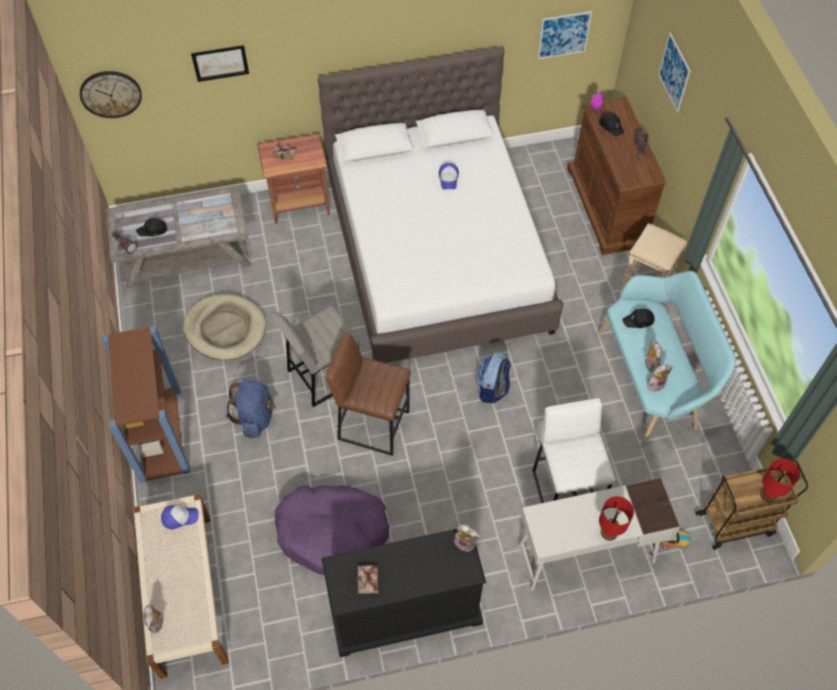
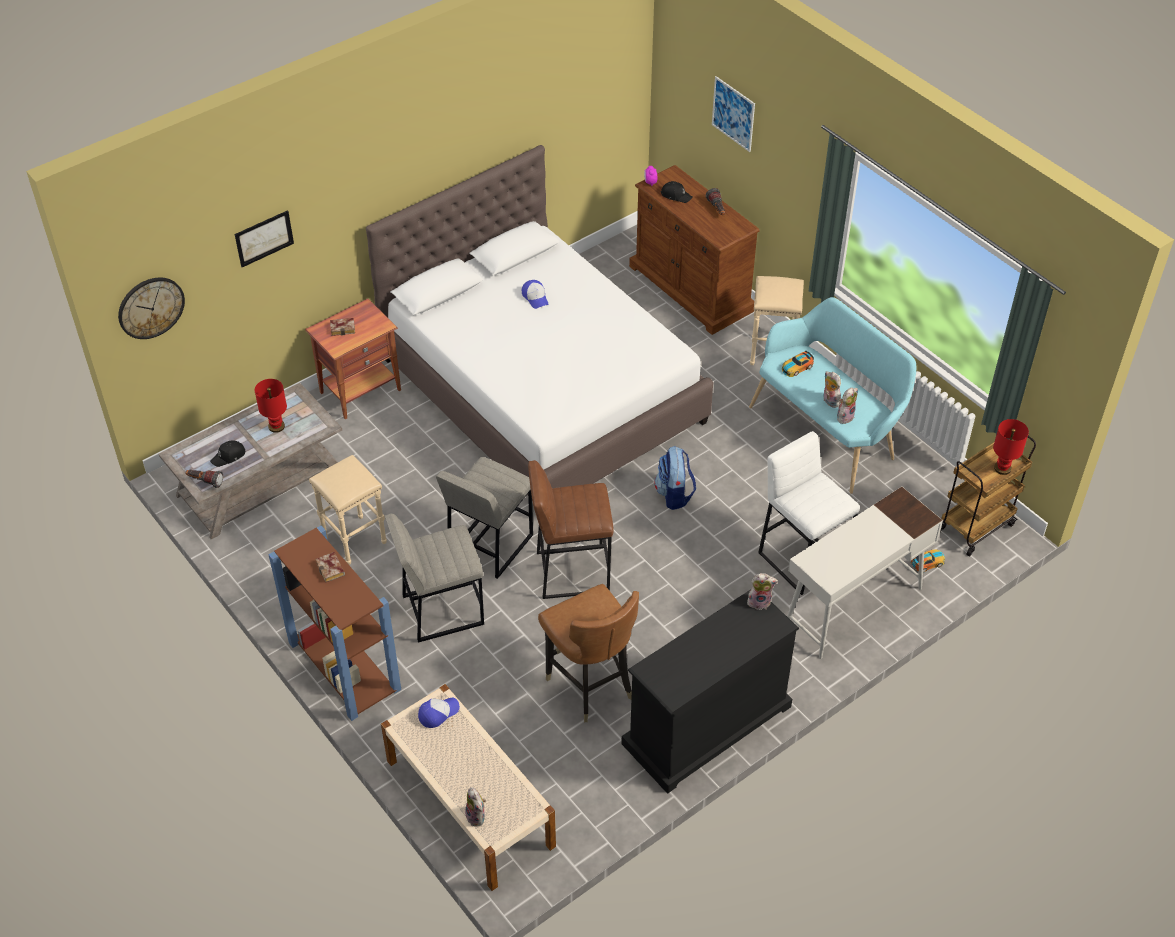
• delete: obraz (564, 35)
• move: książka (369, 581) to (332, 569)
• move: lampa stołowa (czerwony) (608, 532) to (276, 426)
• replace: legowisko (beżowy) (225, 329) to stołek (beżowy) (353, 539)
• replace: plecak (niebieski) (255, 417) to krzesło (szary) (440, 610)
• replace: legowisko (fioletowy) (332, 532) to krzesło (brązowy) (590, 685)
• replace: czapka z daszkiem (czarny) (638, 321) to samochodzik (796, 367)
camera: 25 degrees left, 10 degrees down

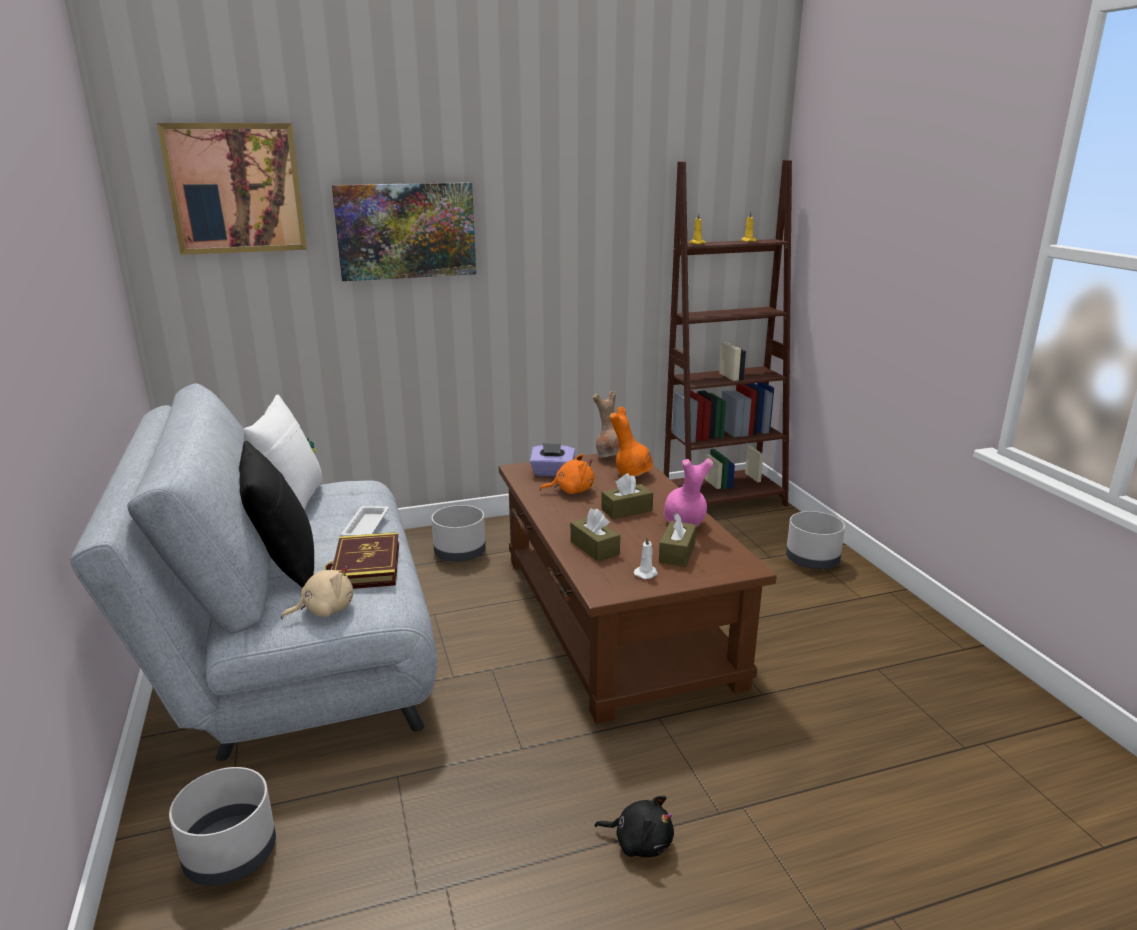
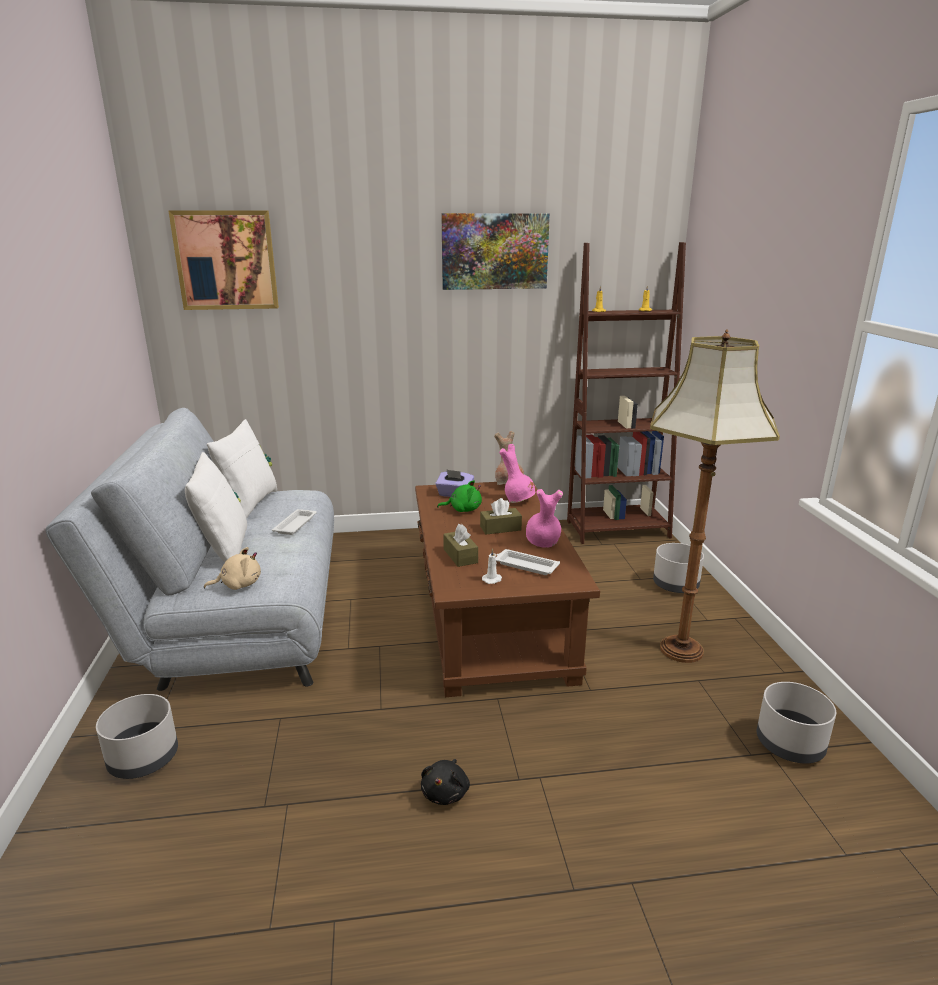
• delete: książka (367, 566)
• insert: lampa stojąca (680, 648)
• move: obraz (406, 231) to (494, 251)
• move: donica (szary) (460, 553) to (790, 744)
• replace: pudełko chusteczek (brązowy) (677, 553) to taca (biały) (525, 565)
• recolor: poduszka (czarny) (285, 566) to poduszka (biały) (224, 550)
• recolor: pluszak (pomarańczowy) (571, 491) to pluszak (zielony) (463, 509)
• recolor: wazon (pomarańczowy) (632, 474) to wazon (różowy) (518, 500)
• rotate: pluszak (czarny) (639, 842) = (446, 792) 75 degrees clockwise
camera: 10 degrees right, 0 degrees up

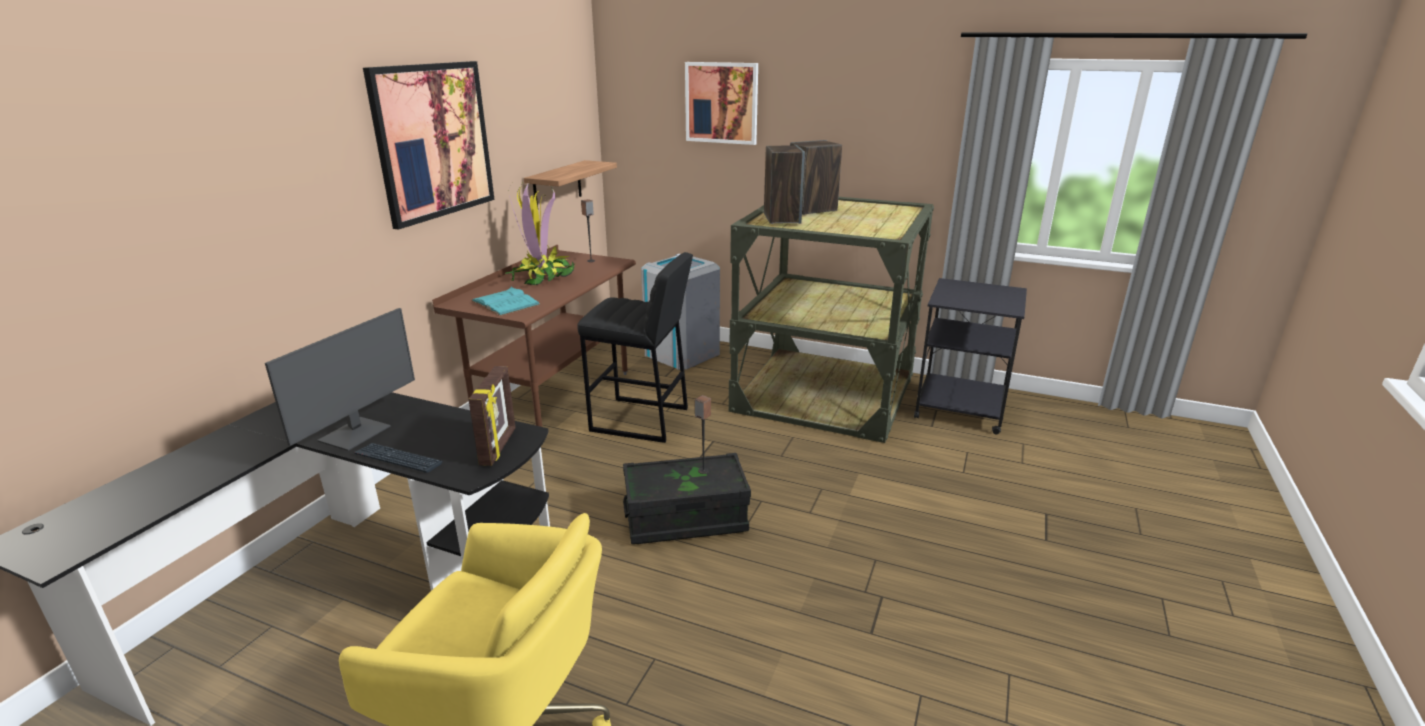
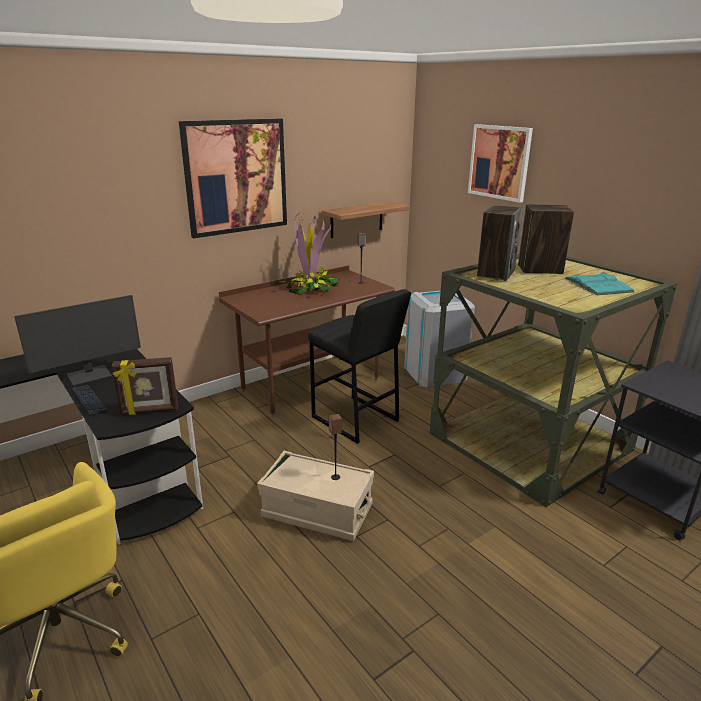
• move: książka (turkusowy) (505, 302) to (598, 285)
• recolor: pojemnik do przechowywania (czarny) (686, 519) to pojemnik do przechowywania (beżowy) (317, 512)
• rotate: ramka na zdjęcie (499, 447) = (149, 411) 45 degrees clockwise
camera: 30 degrees right, 0 degrees up

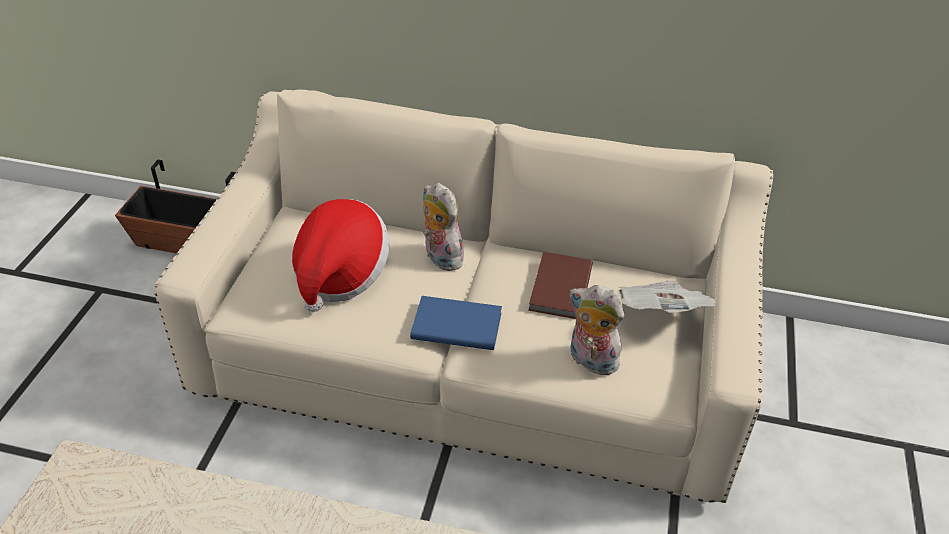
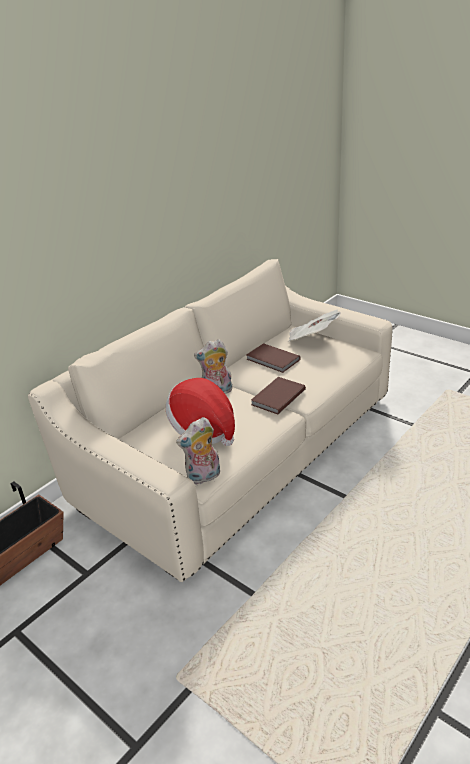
• move: pluszak (590, 361) to (203, 477)
• recolor: książka (niebieski) (456, 324) to książka (brązowy) (277, 397)
camera: 60 degrees left, 10 degrees down

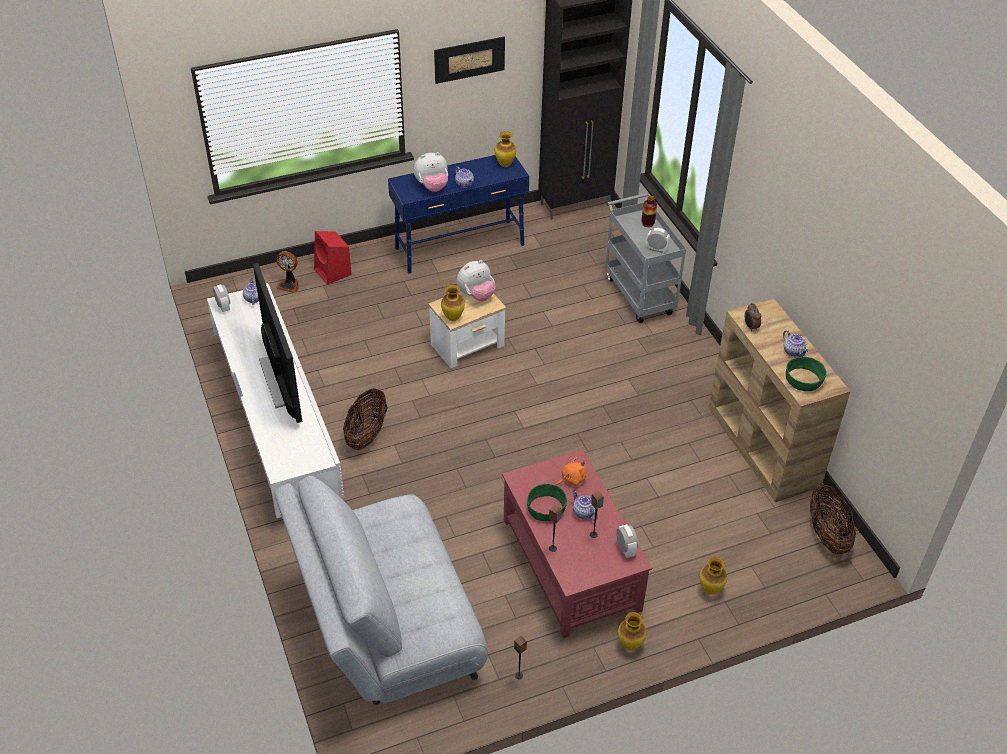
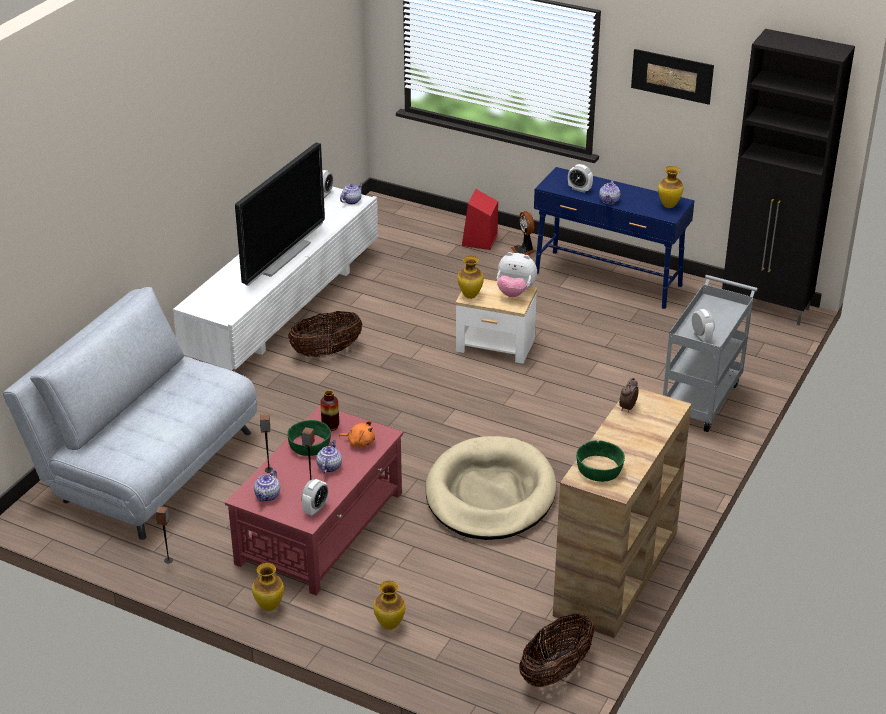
• insert: legowisko (beżowy) (490, 494)
• move: wentylator (289, 285) to (524, 251)
• move: wazon (647, 223) to (330, 426)
• move: imbryk (793, 351) to (267, 496)
• replace: pluszak (432, 187) to budzik (579, 189)
camera: 50 degrees right, 10 degrees down

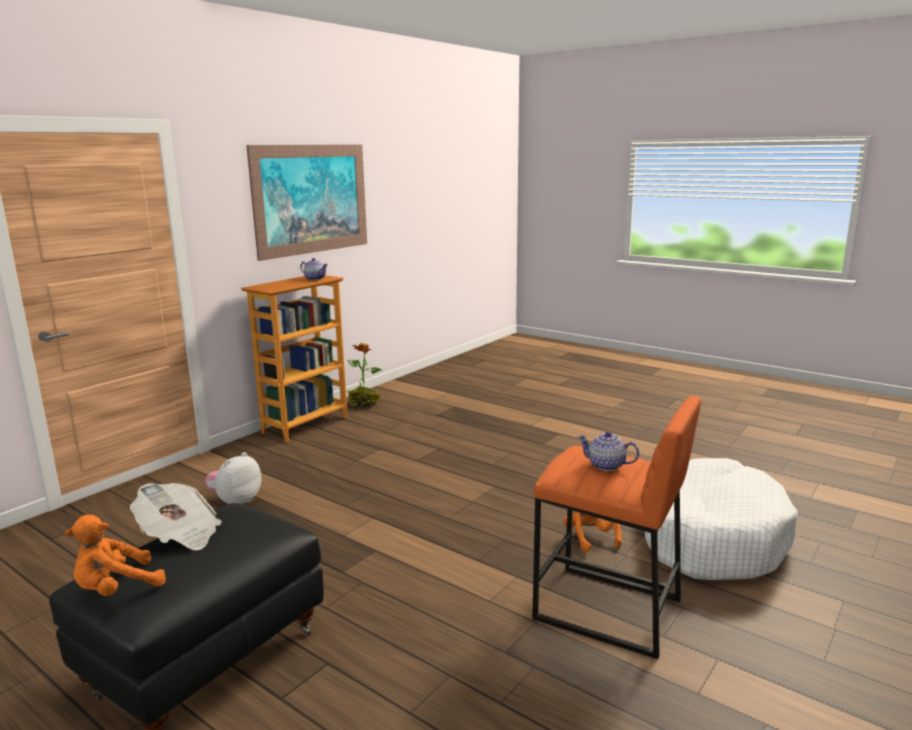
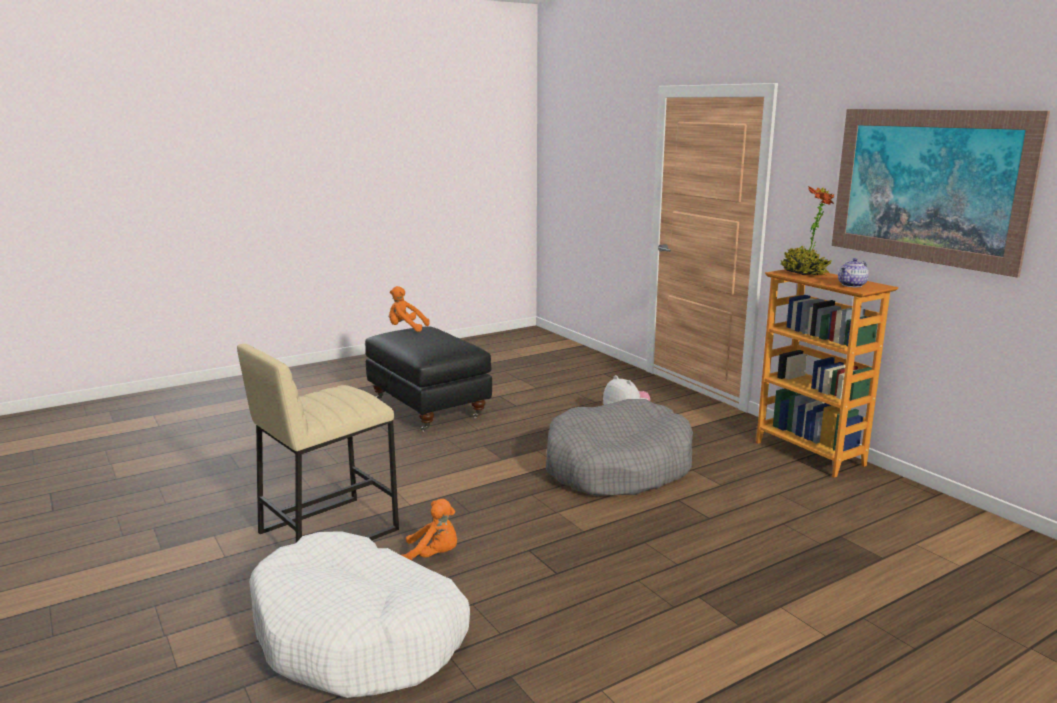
• delete: gazeta (180, 535)
• delete: imbryk (607, 465)
• insert: legowisko (szary) (617, 467)
• move: roślina doniczkowa (364, 404) to (804, 273)
• recolor: stołek (pomarańczowy) (608, 609) to stołek (beżowy) (328, 531)
• rotate: pluszak (pomarańczowy) (116, 589) = (405, 328) 60 degrees counterclockwise
camera: 110 degrees right, 0 degrees up

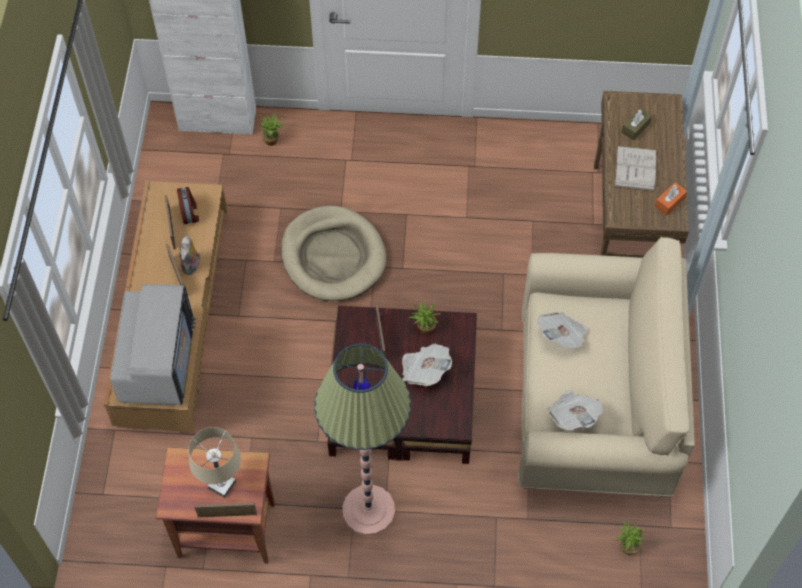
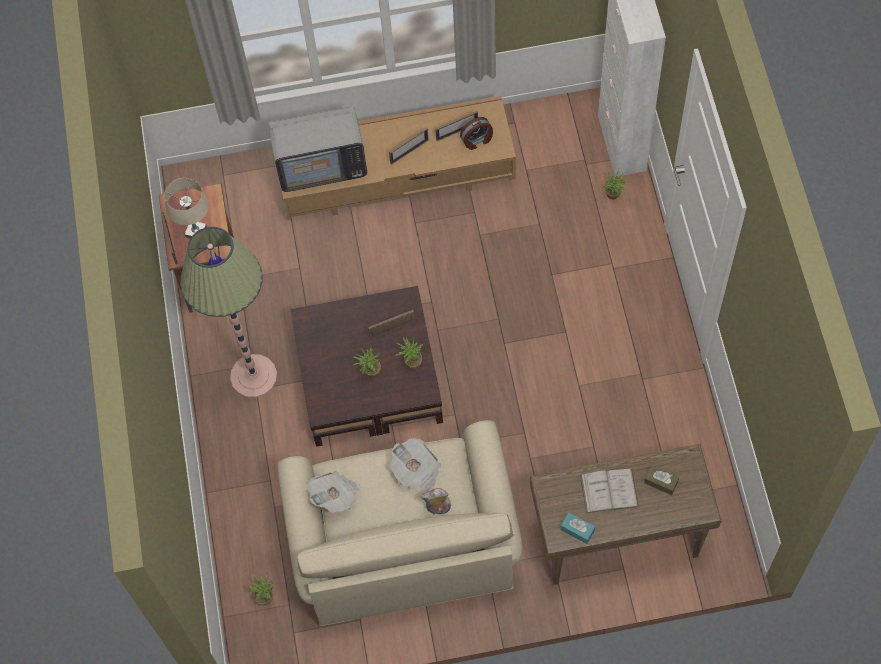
• delete: legowisko (beżowy) (333, 256)
• move: pluszak (192, 266) to (438, 508)
• replace: gazeta (424, 370) to roślina doniczkowa (369, 372)
• recolor: pudełko chusteczek (pomarańczowy) (669, 202) to pudełko chusteczek (turkusowy) (577, 530)
camera: 80 degrees right, 5 degrees up

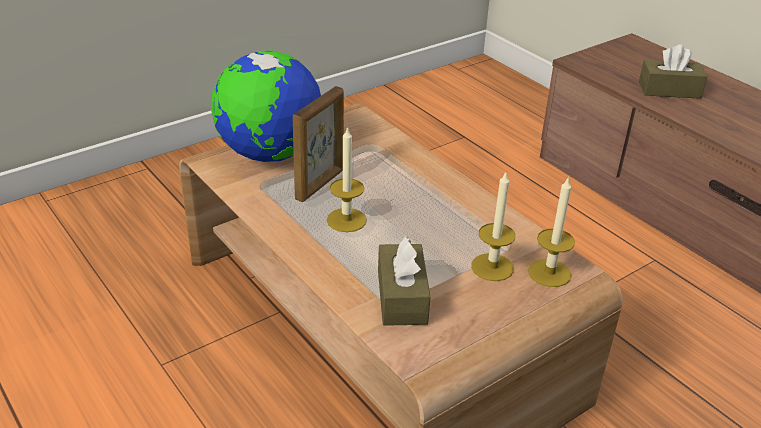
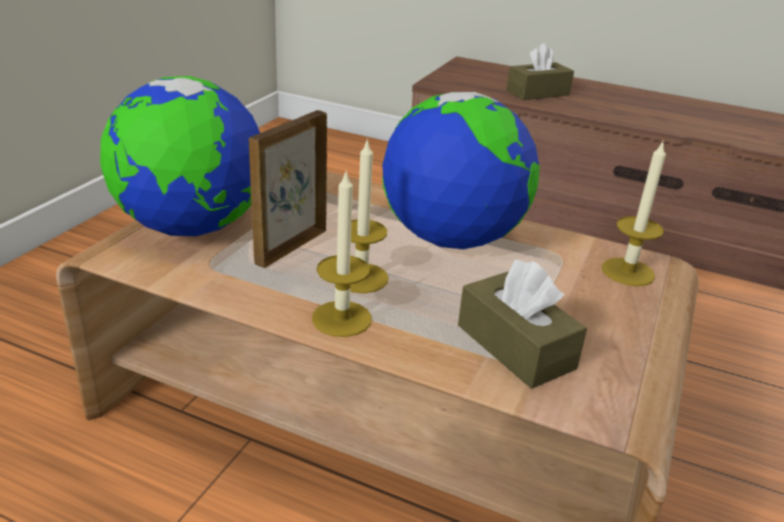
• insert: globus (452, 239)
• move: świeca (492, 267) to (341, 318)
• rotate: ramka na zdjęcie (320, 185) = (290, 246) 150 degrees counterclockwise
camera: 30 degrees left, 5 degrees down

